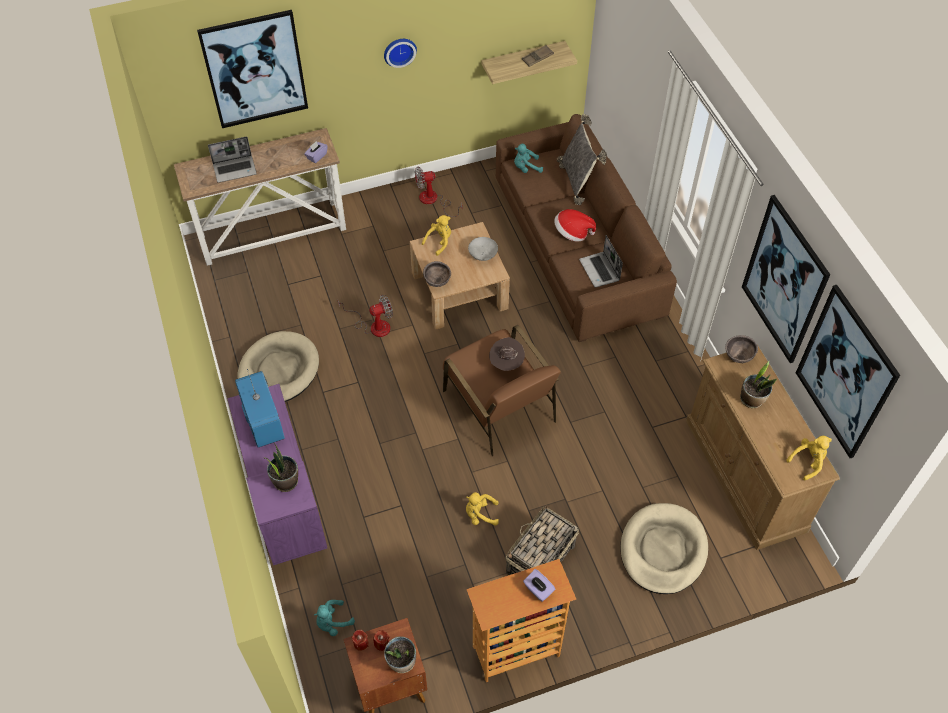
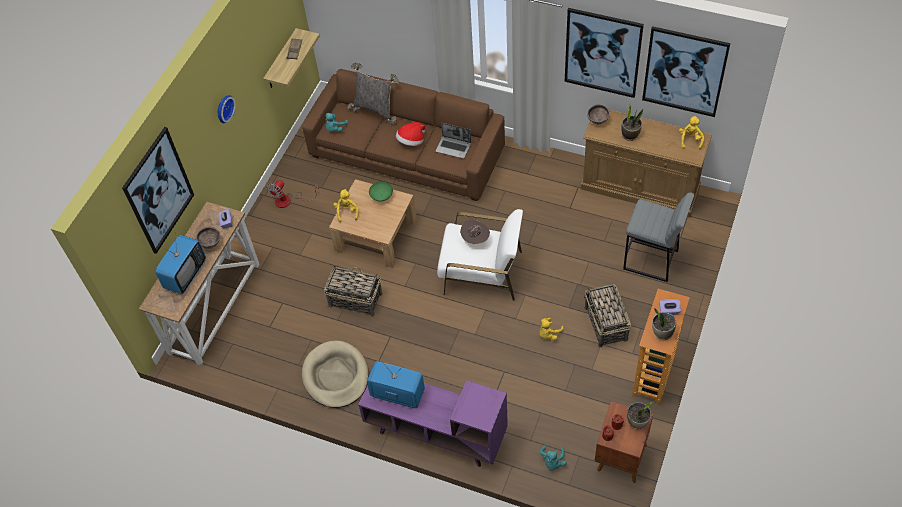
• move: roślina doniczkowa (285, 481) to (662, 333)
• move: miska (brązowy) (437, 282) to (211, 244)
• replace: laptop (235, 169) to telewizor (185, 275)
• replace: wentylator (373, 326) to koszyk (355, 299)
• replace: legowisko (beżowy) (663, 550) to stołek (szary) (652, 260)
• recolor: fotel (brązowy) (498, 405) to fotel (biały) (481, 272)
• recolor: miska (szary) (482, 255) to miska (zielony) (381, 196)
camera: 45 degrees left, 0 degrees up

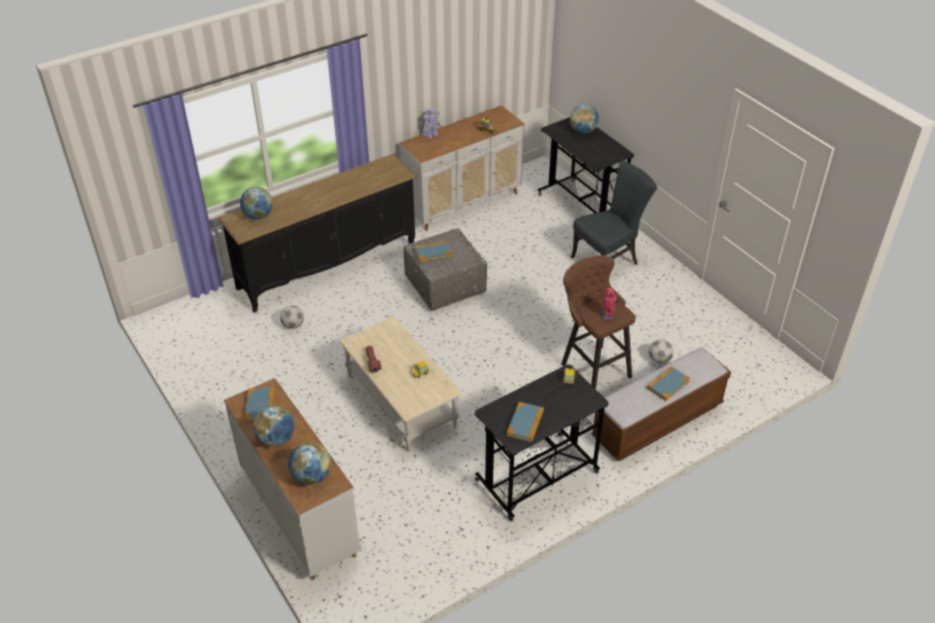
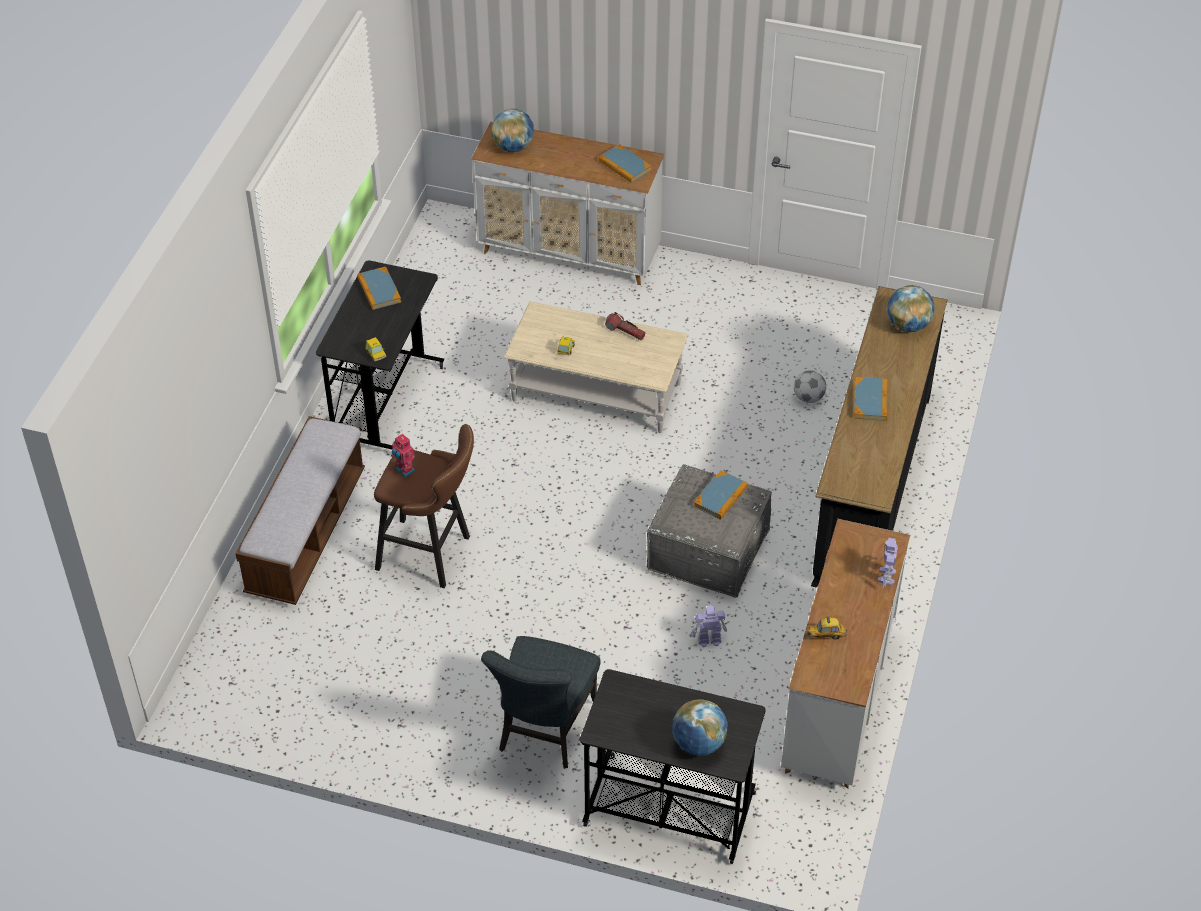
• delete: globus (276, 439)
• delete: piłka futbolowa (659, 359)
• insert: robot zabawkowy (708, 640)
• move: książka (668, 385) to (870, 401)
camera: 140 degrees right, 5 degrees up

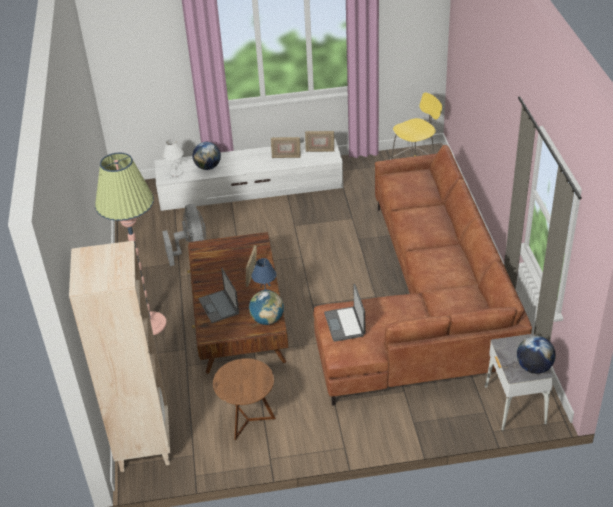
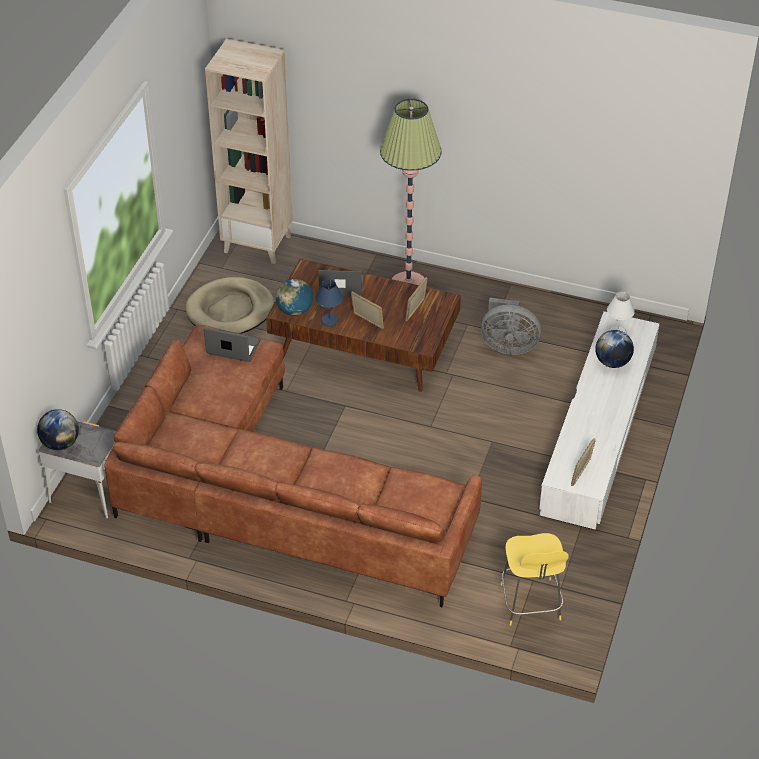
• move: ramka na zdjęcie (286, 157) to (416, 310)
• replace: stolik (brązowy) (248, 420) to legowisko (beżowy) (230, 310)
camera: 115 degrees right, 5 degrees up

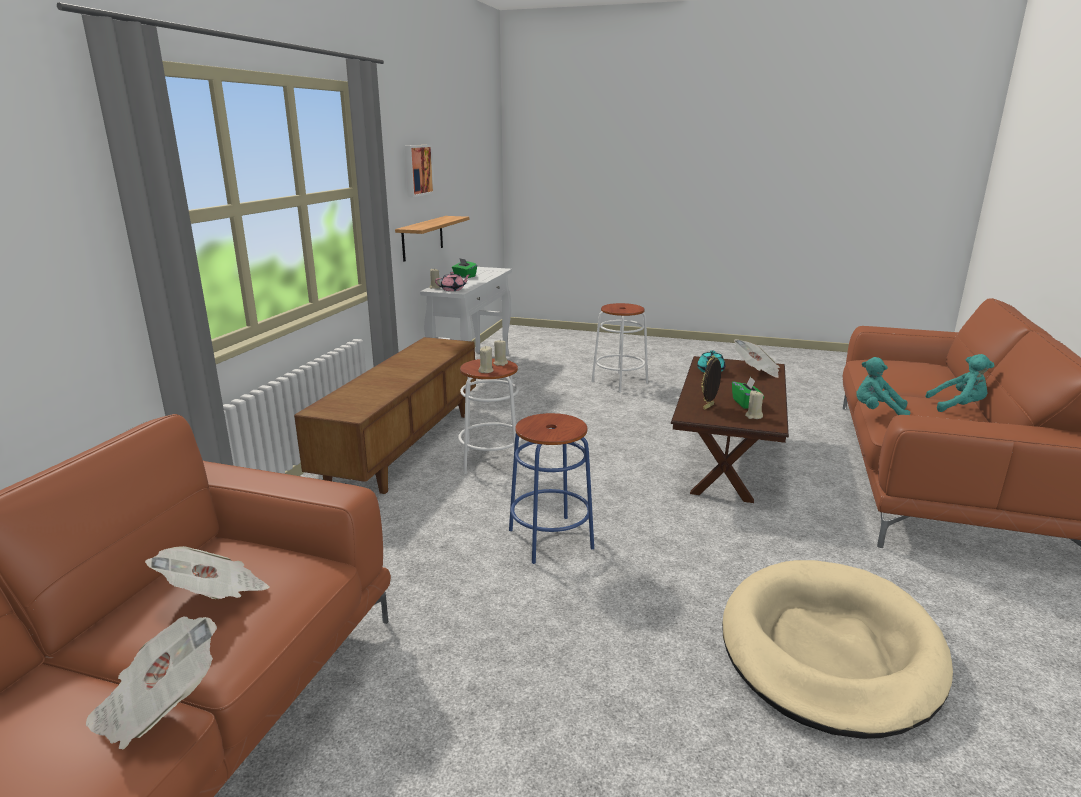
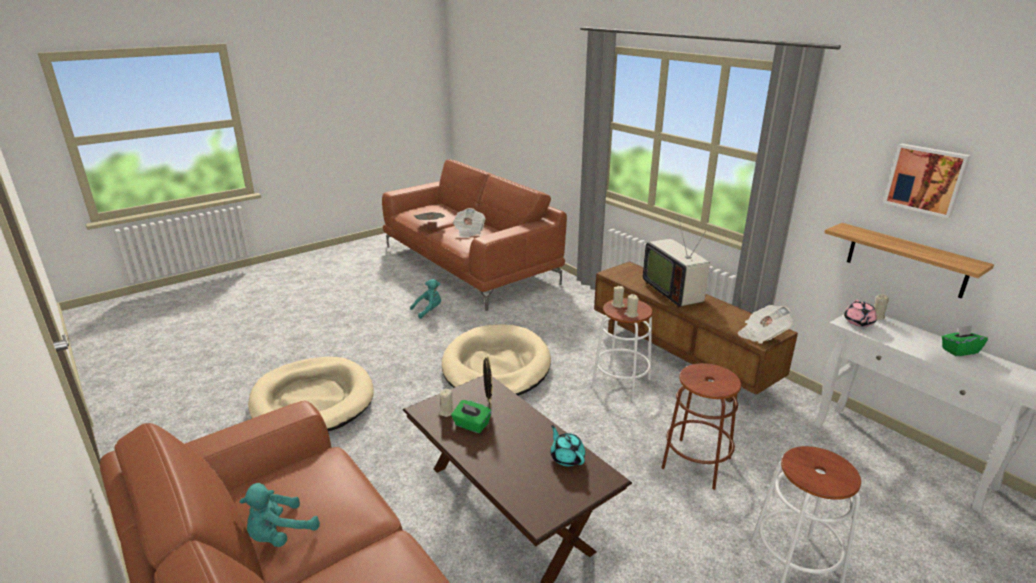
• insert: telewizor (674, 292)
• insert: stołek (brązowy) (696, 463)
• move: gazeta (756, 371) to (762, 335)
• move: pluszak (turkusowy) (877, 412) to (429, 310)
• replace: stołek (niebieski) (550, 539) to legowisko (beżowy) (496, 367)
camera: 125 degrees right, 5 degrees up

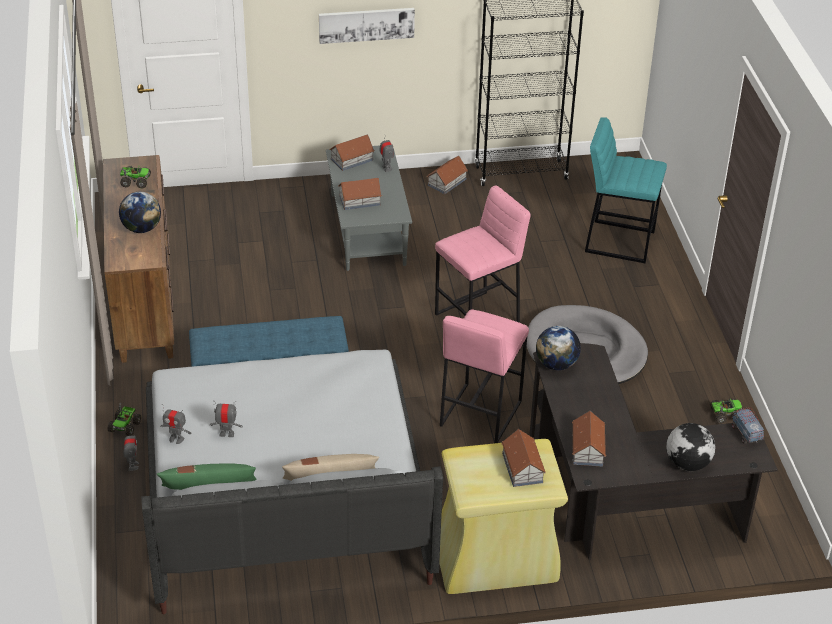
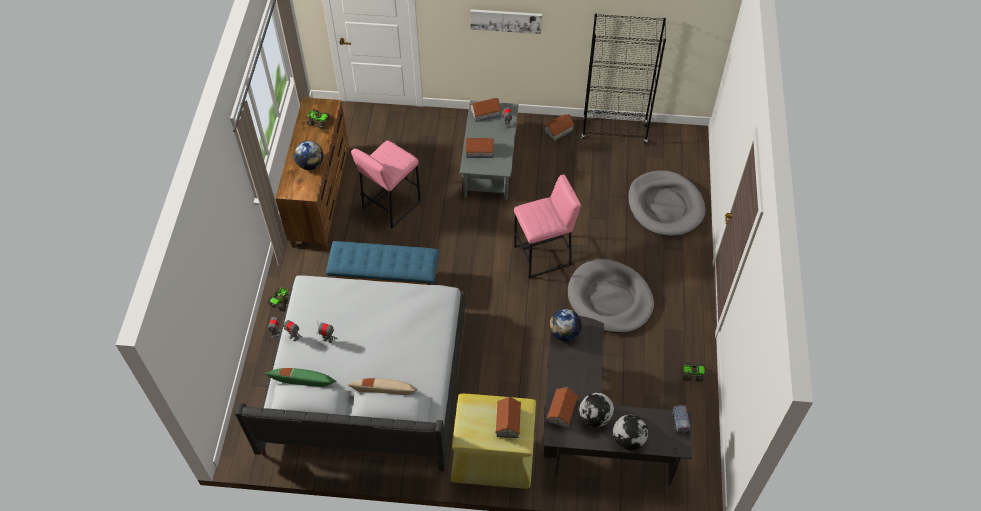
• insert: globus (595, 417)
• move: stołek (różowy) (480, 414) to (391, 205)
• replace: stołek (turkusowy) (617, 241) to legowisko (szary) (665, 206)
camera: 15 degrees right, 15 degrees up

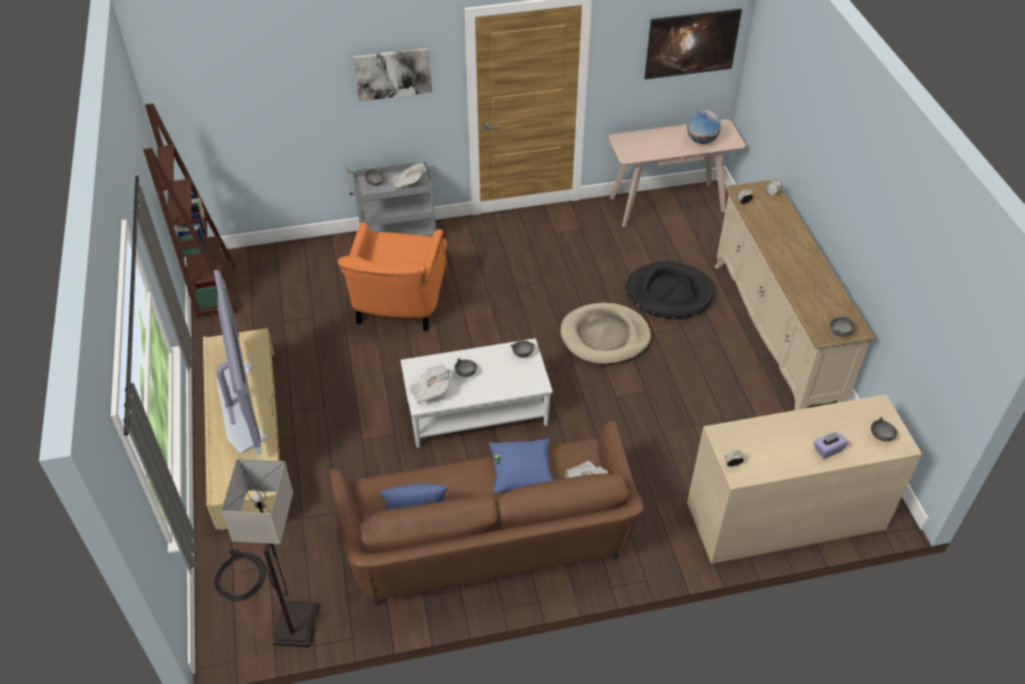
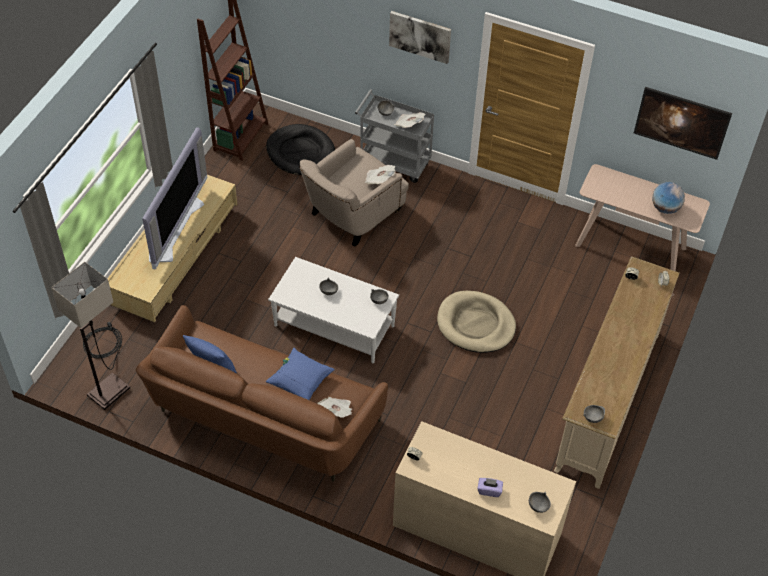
• move: gazeta (430, 391) to (379, 180)
• move: legowisko (czarny) (669, 293) to (300, 152)
• recolor: fotel (pomarańczowy) (398, 304) to fotel (beżowy) (353, 214)
camera: 35 degrees right, 5 degrees up

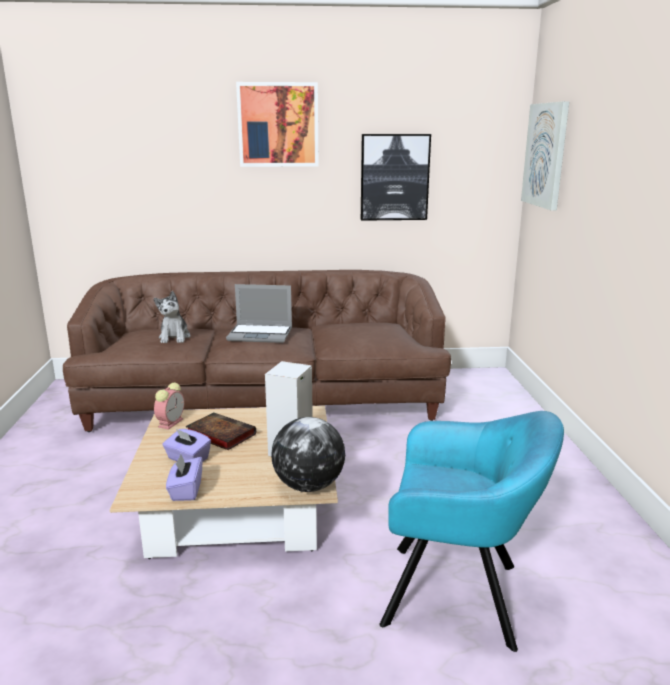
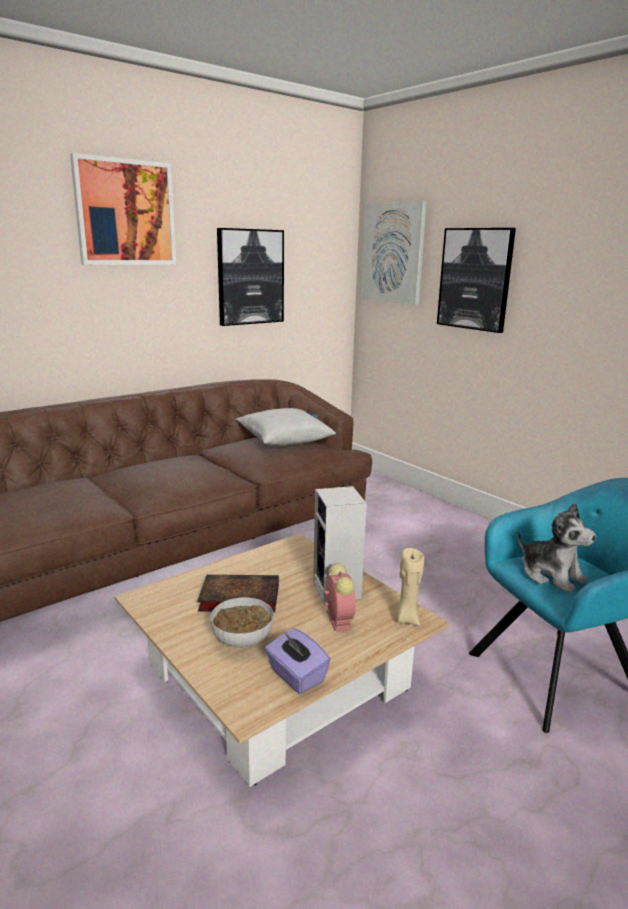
• delete: laptop (261, 334)
• insert: poduszka (szary) (284, 440)
• insert: obraz (475, 279)
• move: pluszak (175, 337) to (551, 575)
• move: budzik (171, 422) to (338, 619)
• replace: pudełko chusteczek (fioletowy) (187, 459) to miska (243, 639)
• replace: globus (309, 485) to świeca (beżowy) (406, 619)
camera: 35 degrees left, 0 degrees up

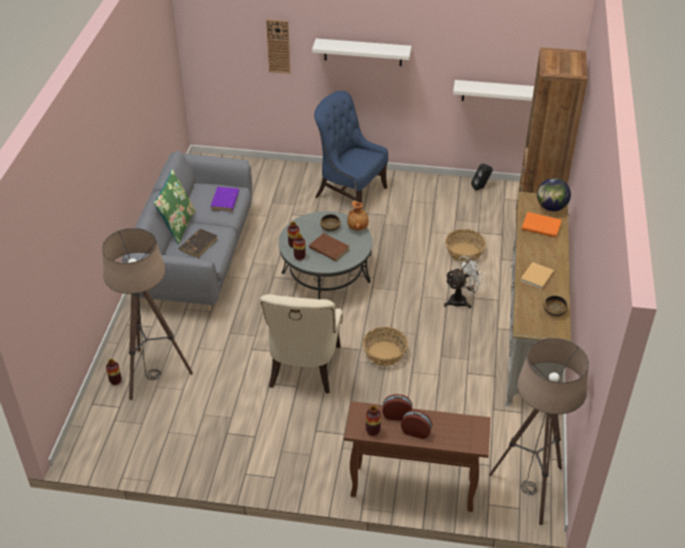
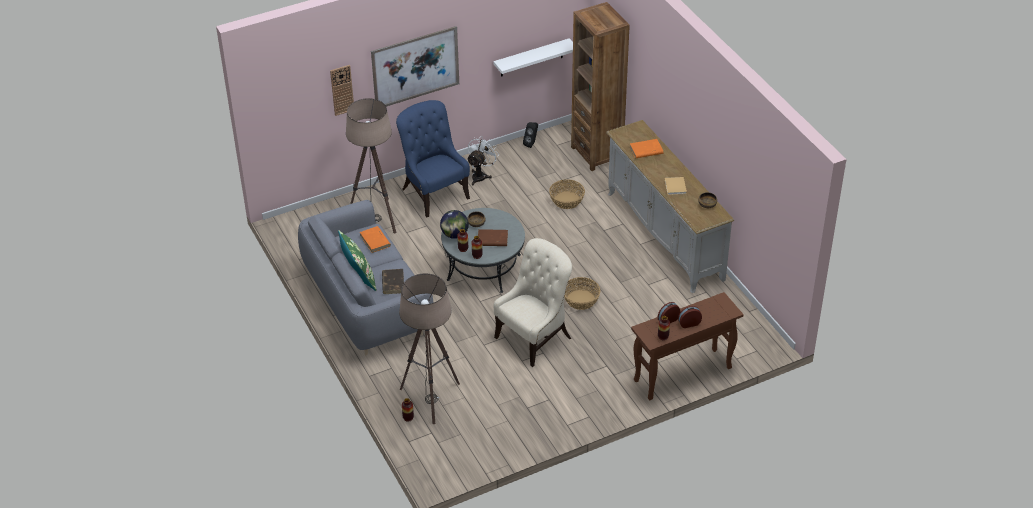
• delete: wazon (brązowy) (358, 227)
• move: wentylator (biały) (461, 300) to (480, 175)
• move: lampa stojąca (530, 488) to (376, 217)
• move: globus (551, 207) to (454, 235)
• replace: półka (biały) (363, 52) to obraz (415, 67)
• recolor: książka (fioletowy) (225, 201) to książka (pomarańczowy) (375, 241)
• rotate: fotel (beżowy) (304, 367) = (534, 337) 105 degrees counterclockwise
• rotate: fotel (niebieski) (349, 192) = (434, 193) 60 degrees clockwise
camera: 35 degrees left, 0 degrees up

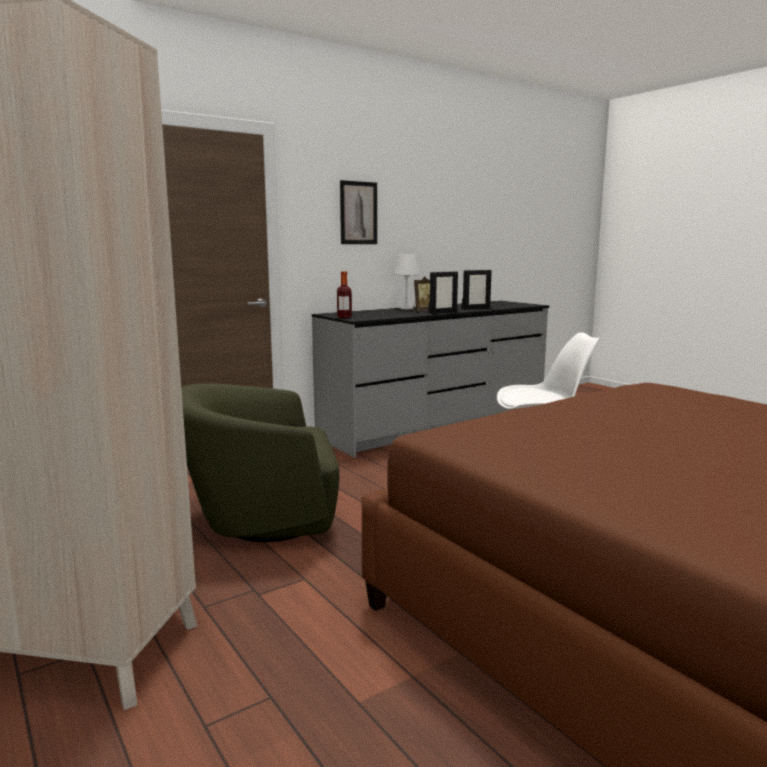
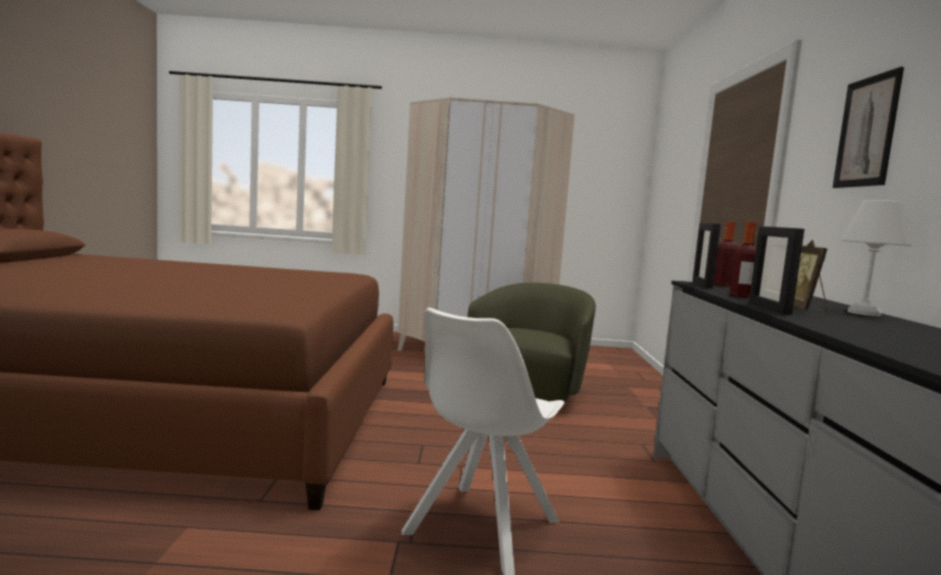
• insert: butelka (741, 296)
• move: ramka na zdjęcie (476, 308) to (703, 285)
camera: 125 degrees right, 5 degrees down

